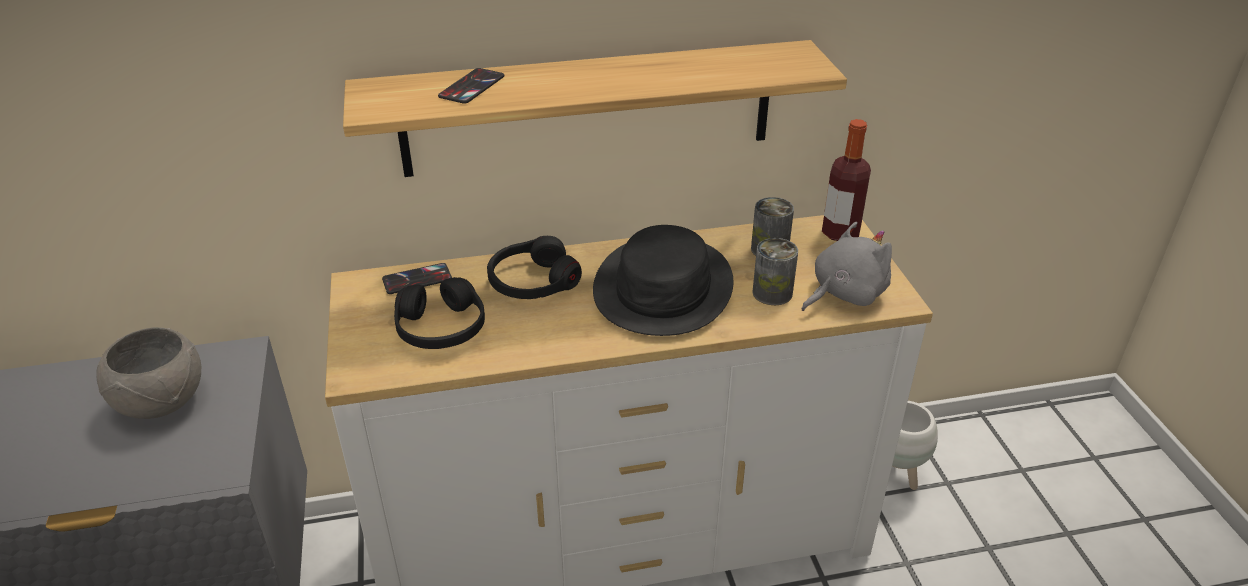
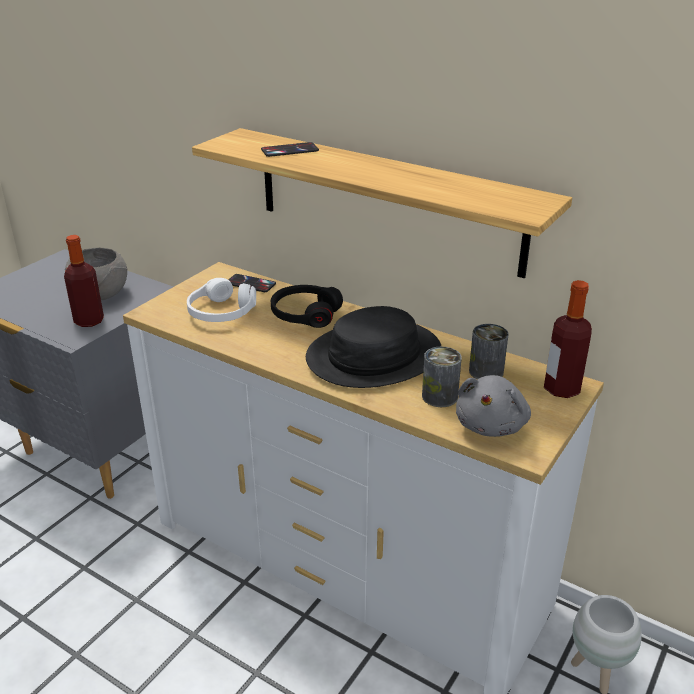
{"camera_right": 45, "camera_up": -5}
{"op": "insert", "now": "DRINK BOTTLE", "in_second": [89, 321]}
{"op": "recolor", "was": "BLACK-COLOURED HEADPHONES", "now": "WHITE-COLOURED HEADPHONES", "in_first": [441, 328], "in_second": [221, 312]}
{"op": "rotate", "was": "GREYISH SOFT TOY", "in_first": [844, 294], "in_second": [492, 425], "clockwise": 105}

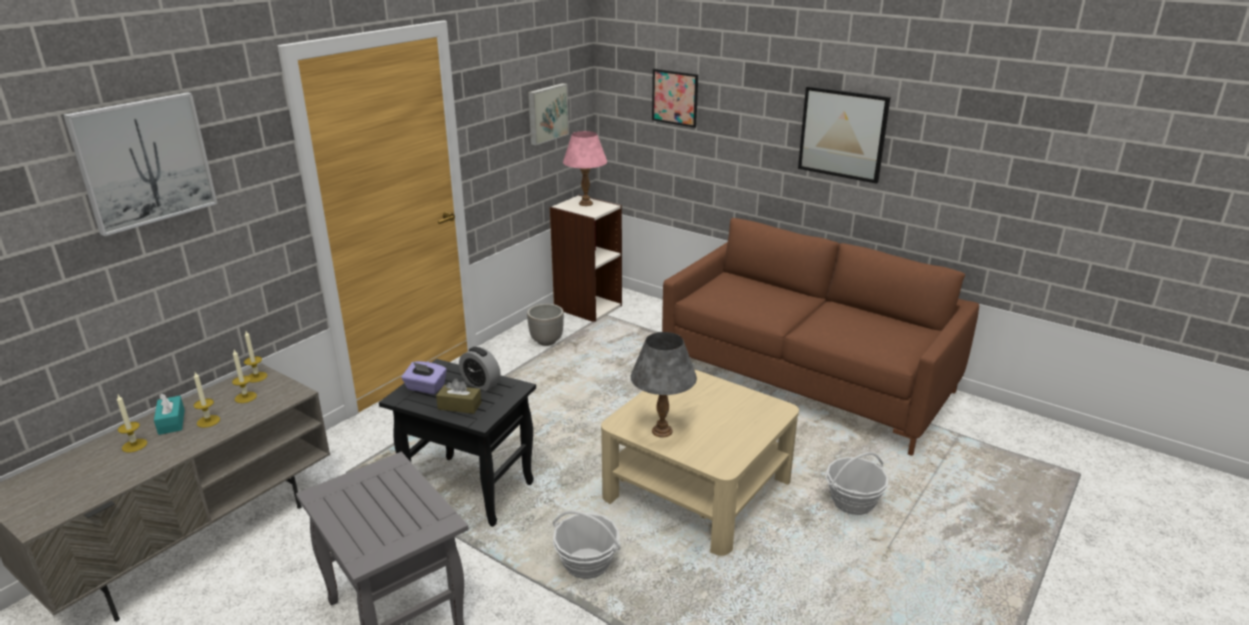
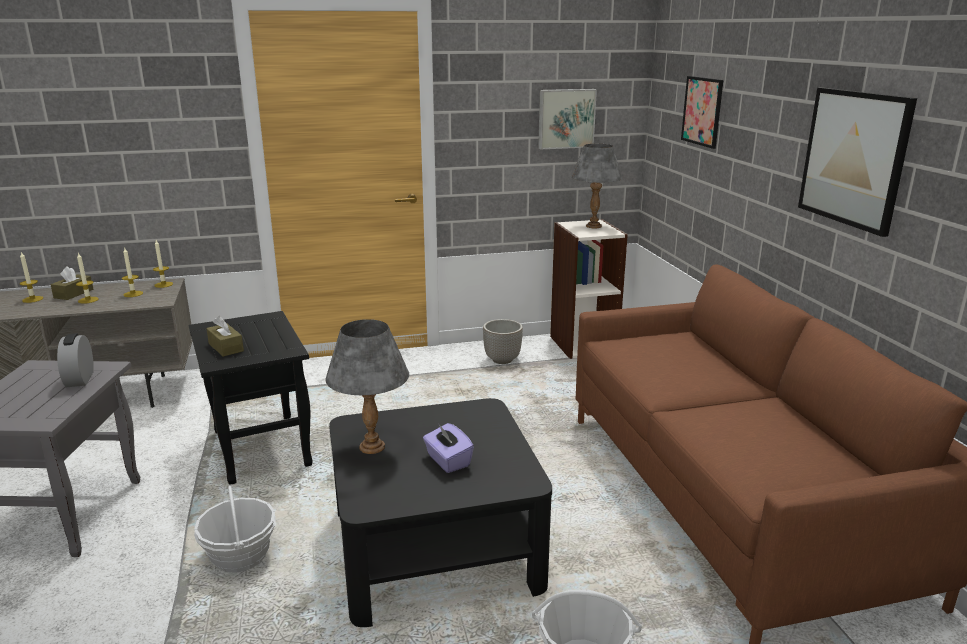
{"camera_right": 40, "camera_up": -5}
{"op": "delete", "was": "WALL ART", "in_first": [144, 162]}
{"op": "move", "was": "PURPLISH TISSUE HOLDER", "in_first": [425, 388], "in_second": [447, 461]}
{"op": "move", "was": "ALARM CLOCK", "in_first": [480, 383], "in_second": [80, 379]}
{"op": "recolor", "was": "TURQUOISE TISSUE HOLDER", "now": "BROWN-COLOURED TISSUE HOLDER", "in_first": [171, 422], "in_second": [73, 293]}
{"op": "recolor", "was": "PINK-COLOURED LAMP FOR A TABLE", "now": "GREYISH LAMP FOR A TABLE", "in_first": [586, 203], "in_second": [594, 226]}
{"op": "recolor", "was": "BEIGE-COLOURED LOUNGE TABLE", "now": "BLACK-COLOURED LOUNGE TABLE", "in_first": [699, 488], "in_second": [436, 547]}

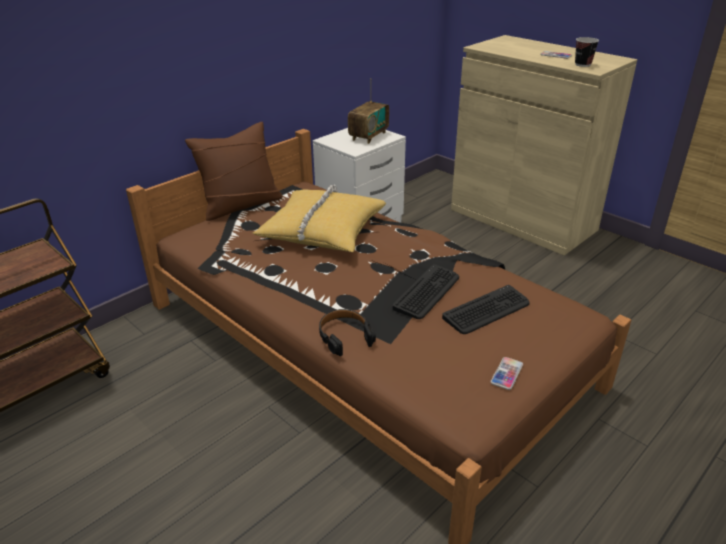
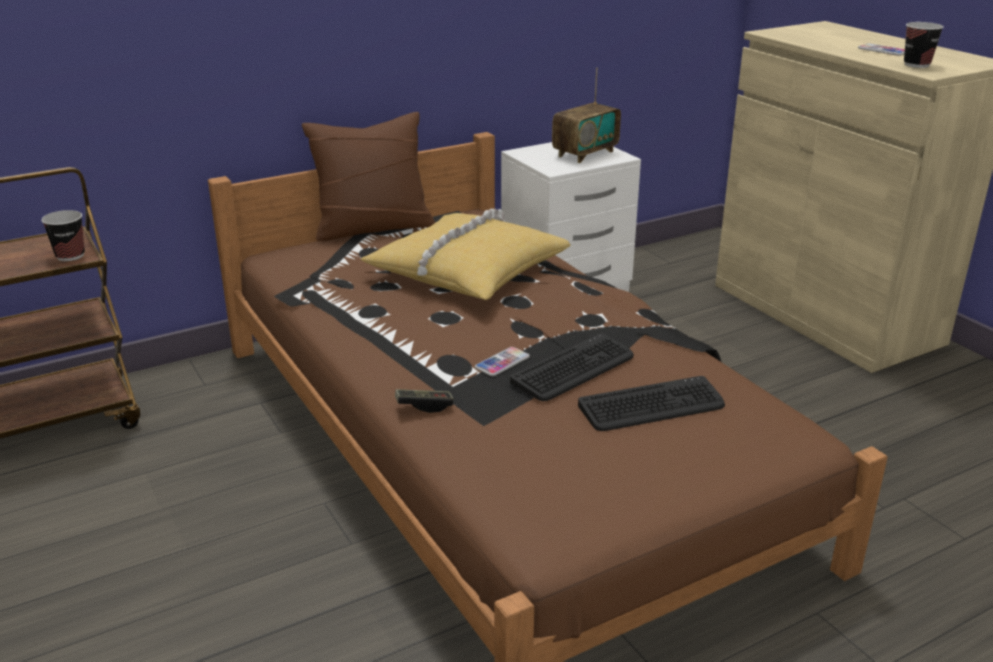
{"camera_right": 15, "camera_up": -5}
{"op": "insert", "now": "SMALL CUP", "in_second": [70, 256]}
{"op": "move", "was": "TELEPHONE", "in_first": [506, 374], "in_second": [502, 362]}
{"op": "replace", "was": "BLACK-COLOURED HEADPHONES", "now": "GAME CONTROLLER", "in_first": [345, 336], "in_second": [424, 406]}

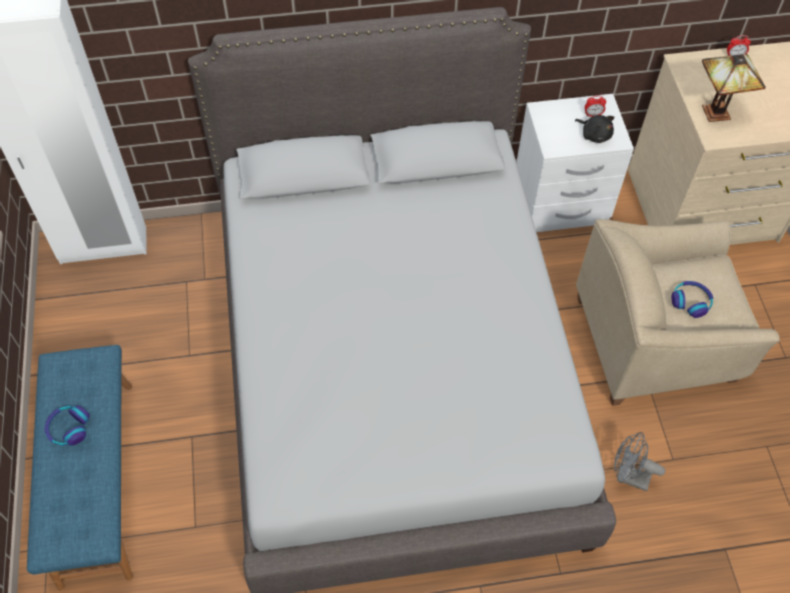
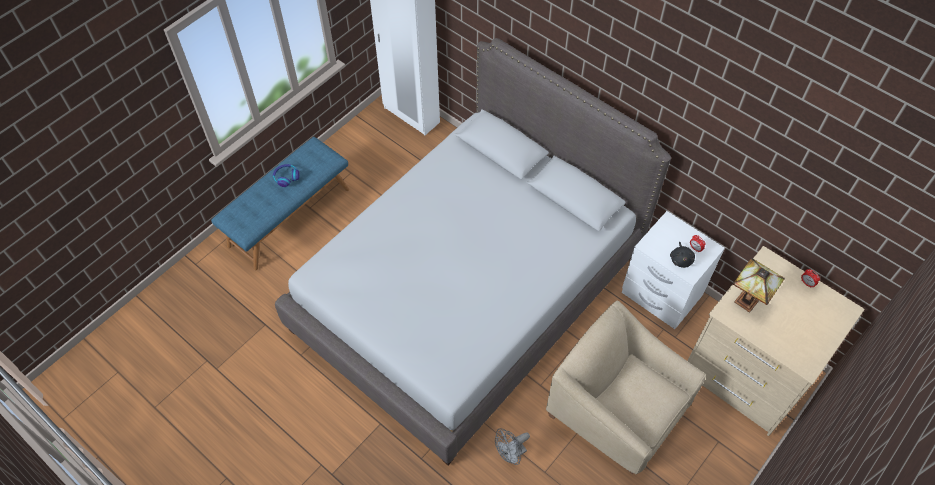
{"camera_right": 50, "camera_up": 0}
{"op": "delete", "was": "HEADPHONES", "in_first": [691, 301]}
{"op": "rotate", "was": "GREYISH ELECTRIC FAN", "in_first": [628, 476], "in_second": [511, 454], "clockwise": -105}

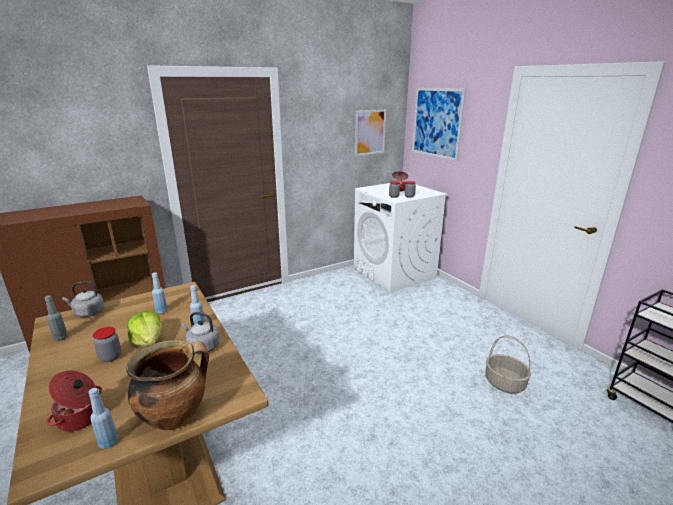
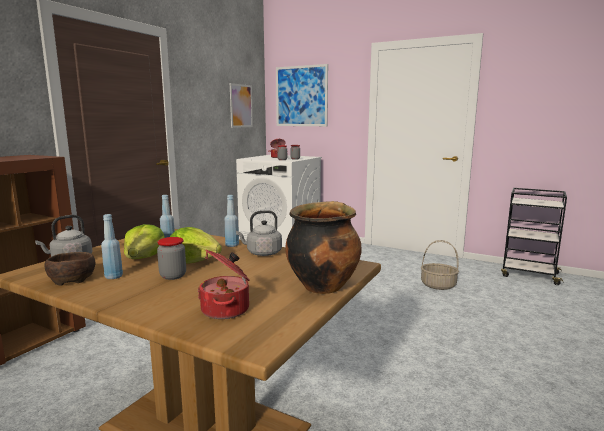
{"camera_right": -30, "camera_up": -10}
{"op": "insert", "now": "LETTUCE", "in_second": [144, 258]}
{"op": "move", "was": "BLUE-COLOURED DRINK BOTTLE", "in_first": [108, 442], "in_second": [113, 277]}
{"op": "replace", "was": "GREYISH DRINK BOTTLE", "now": "BROWN-COLOURED BOWL", "in_first": [60, 338], "in_second": [72, 279]}

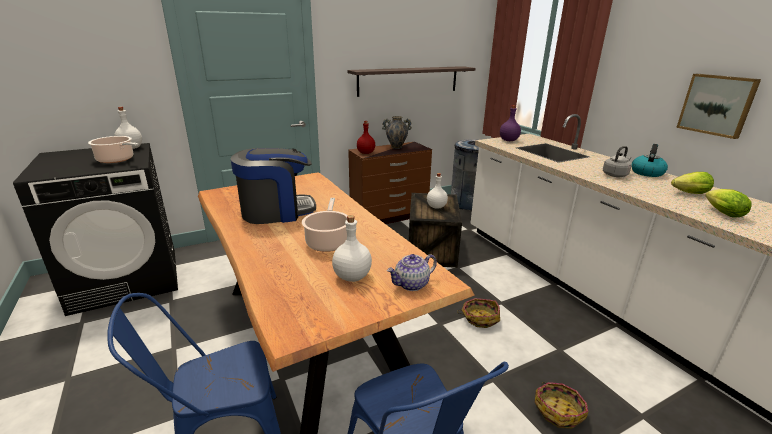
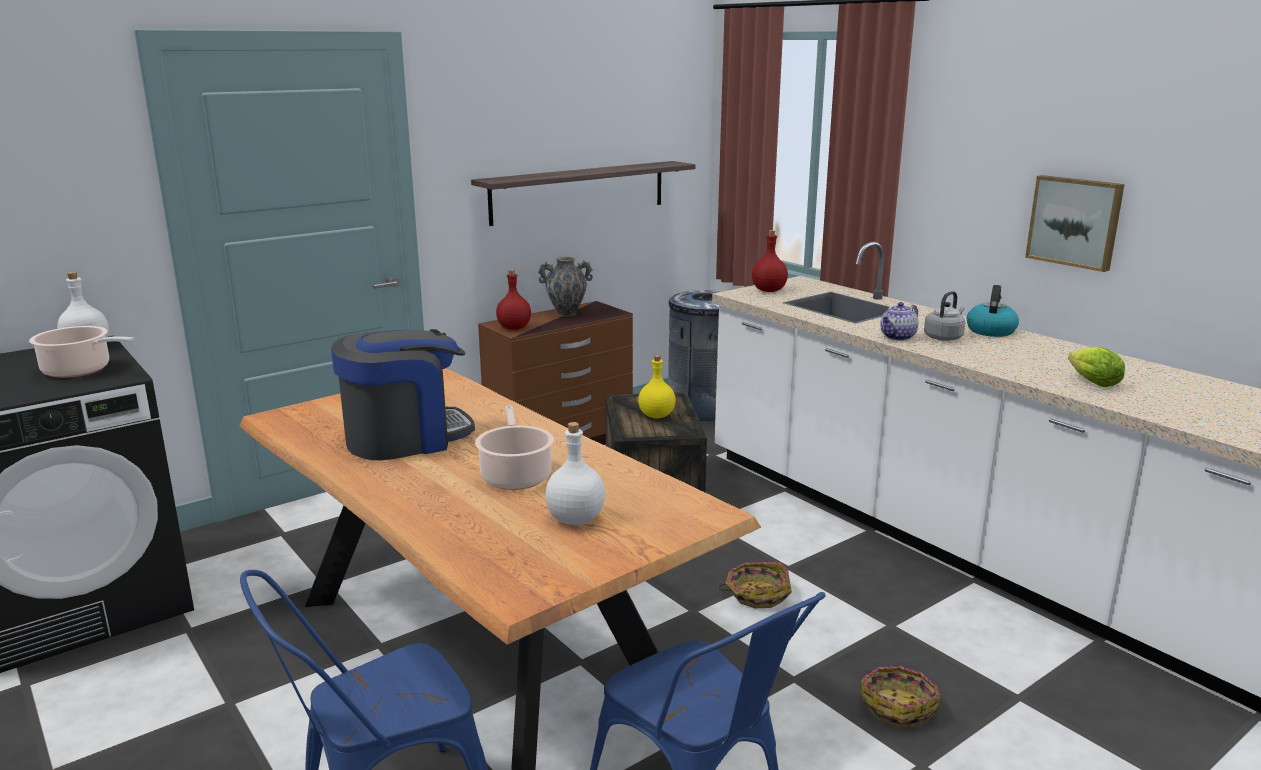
{"camera_right": -10, "camera_up": -5}
{"op": "delete", "was": "LETTUCE", "in_first": [687, 193]}
{"op": "move", "was": "TEA POT", "in_first": [411, 284], "in_second": [898, 337]}
{"op": "recolor", "was": "WHITE-COLOURED DRINK BOTTLE", "now": "YELLOW-COLOURED DRINK BOTTLE", "in_first": [436, 207], "in_second": [656, 416]}
{"op": "recolor", "was": "PURPLISH DRINK BOTTLE", "now": "REDDISH DRINK BOTTLE", "in_first": [508, 140], "in_second": [768, 290]}

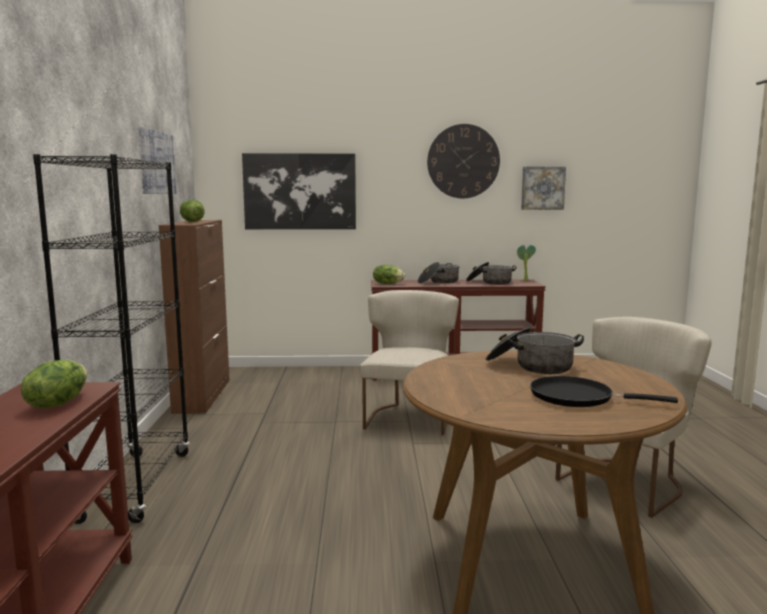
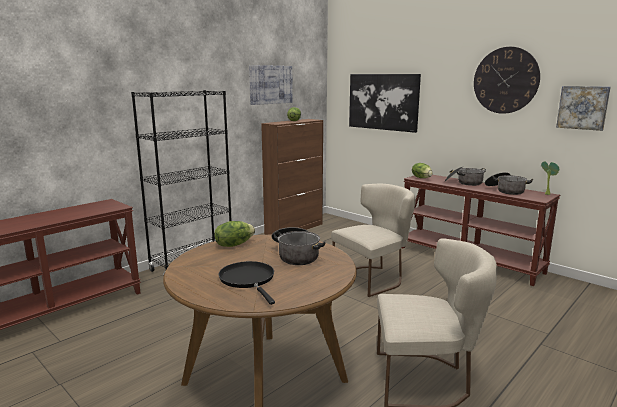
{"camera_right": 45, "camera_up": 5}
{"op": "move", "was": "LETTUCE", "in_first": [57, 403], "in_second": [234, 244]}

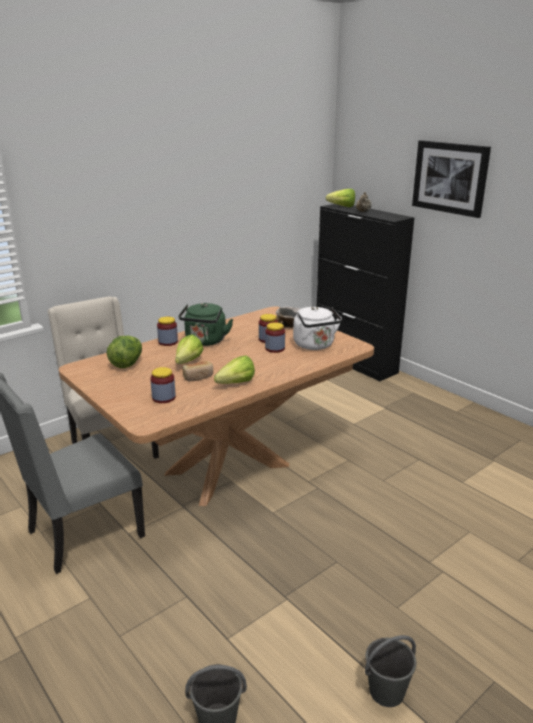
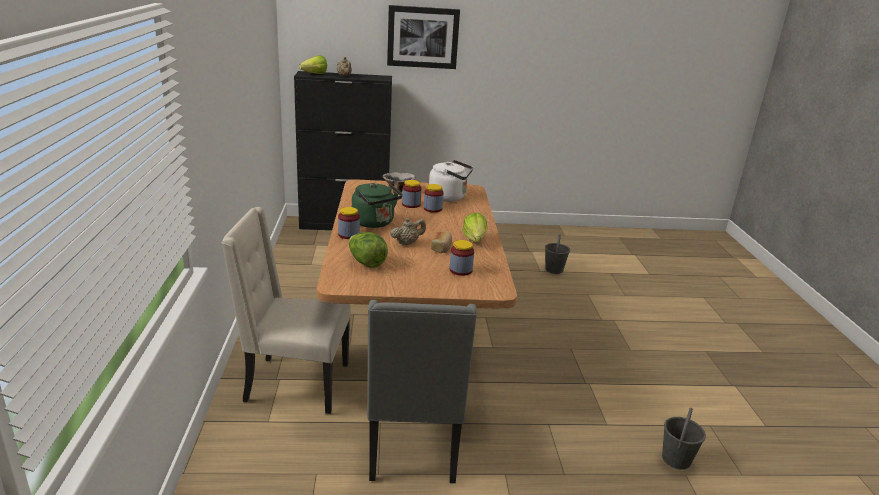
{"camera_right": -55, "camera_up": 0}
{"op": "move", "was": "GREYISH BUCKET", "in_first": [386, 691], "in_second": [554, 270]}
{"op": "replace", "was": "LETTUCE", "now": "BEIGE-COLOURED TEA POT", "in_first": [186, 363], "in_second": [407, 243]}

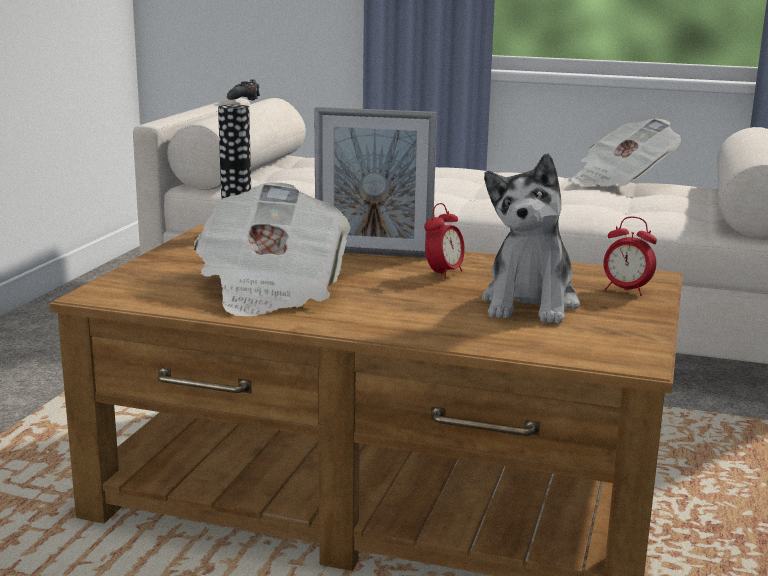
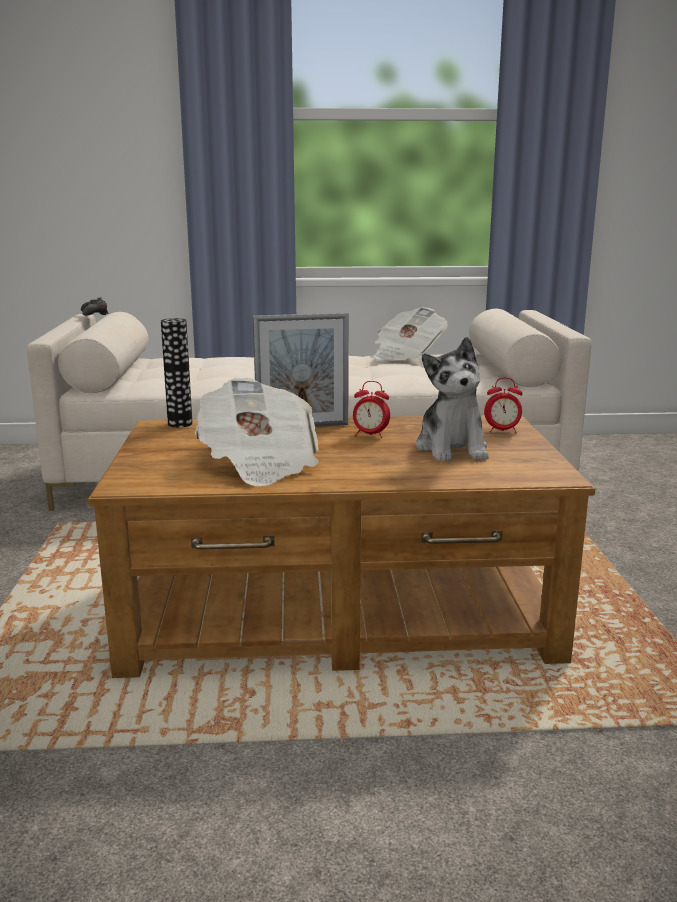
{"camera_right": -20, "camera_up": 0}
{"op": "rotate", "was": "ALARM CLOCK", "in_first": [443, 274], "in_second": [370, 435], "clockwise": 90}

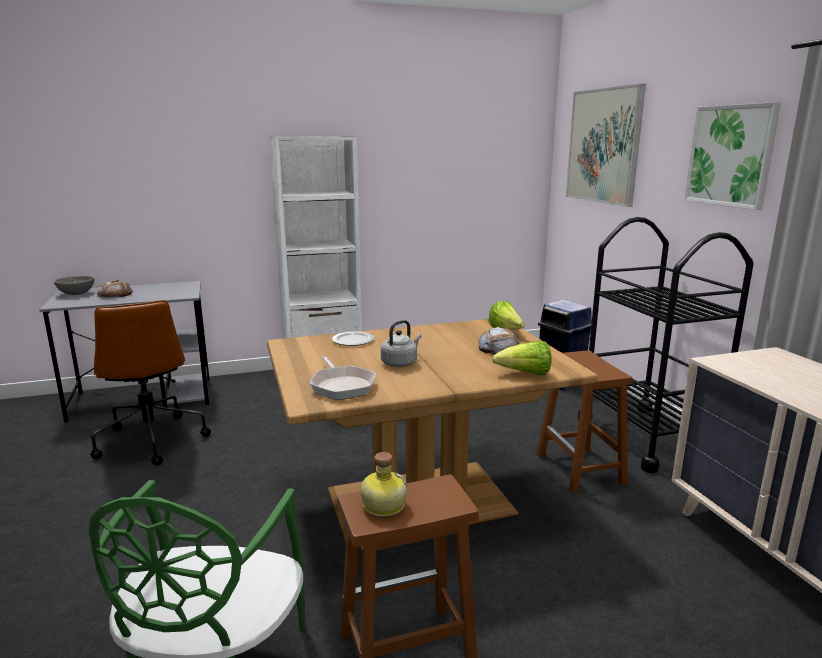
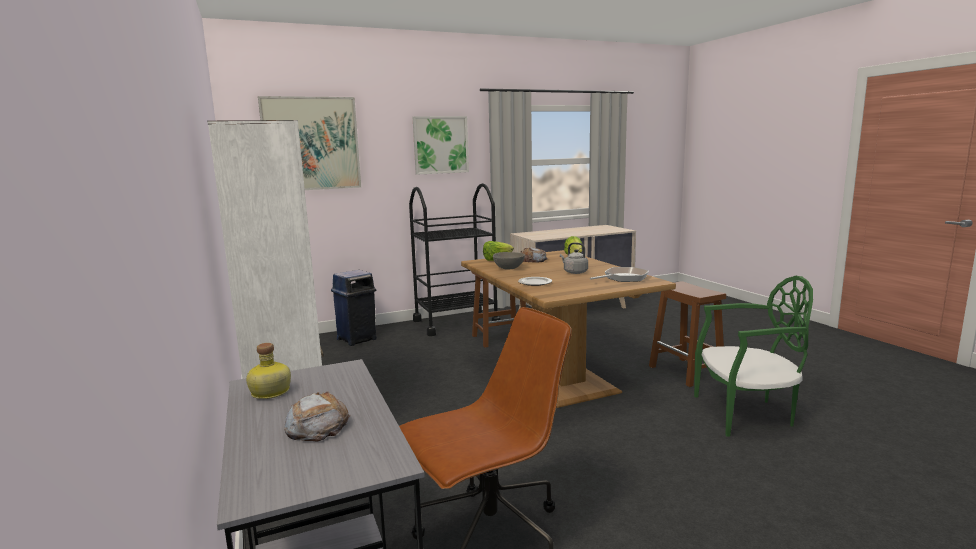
{"camera_right": -95, "camera_up": -5}
{"op": "move", "was": "GREYISH BOWL", "in_first": [76, 294], "in_second": [508, 269]}
{"op": "move", "was": "DRINK BOTTLE", "in_first": [382, 505], "in_second": [269, 392]}

